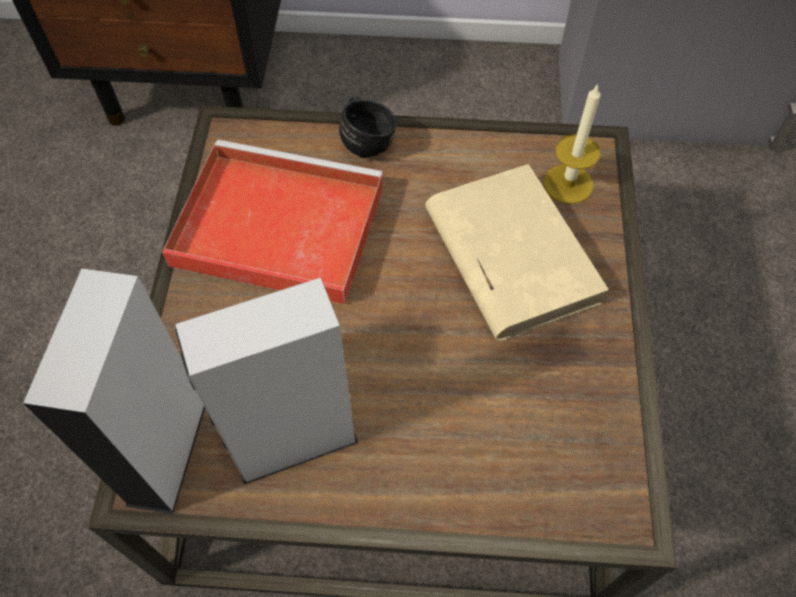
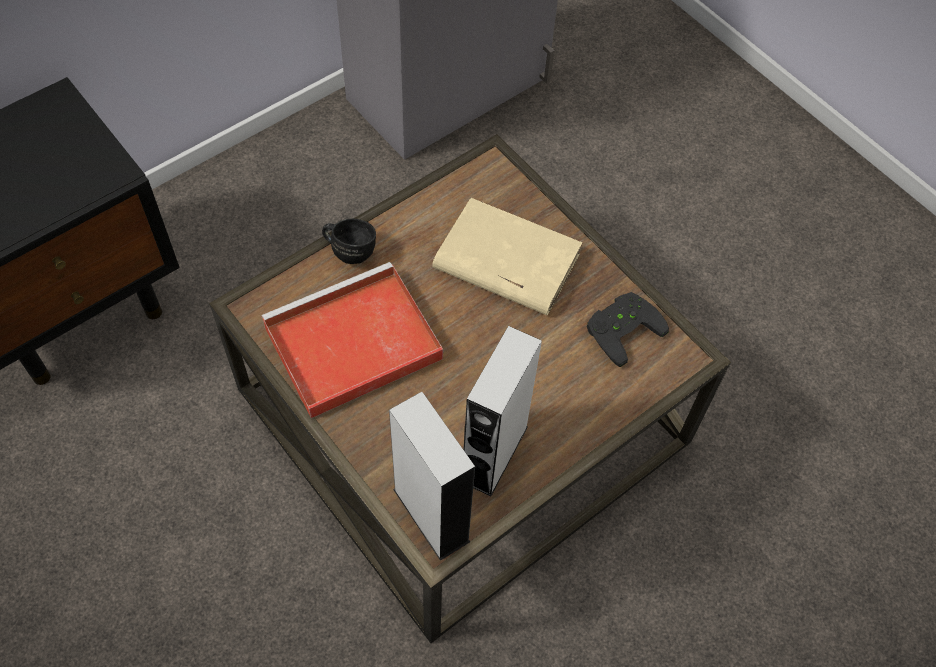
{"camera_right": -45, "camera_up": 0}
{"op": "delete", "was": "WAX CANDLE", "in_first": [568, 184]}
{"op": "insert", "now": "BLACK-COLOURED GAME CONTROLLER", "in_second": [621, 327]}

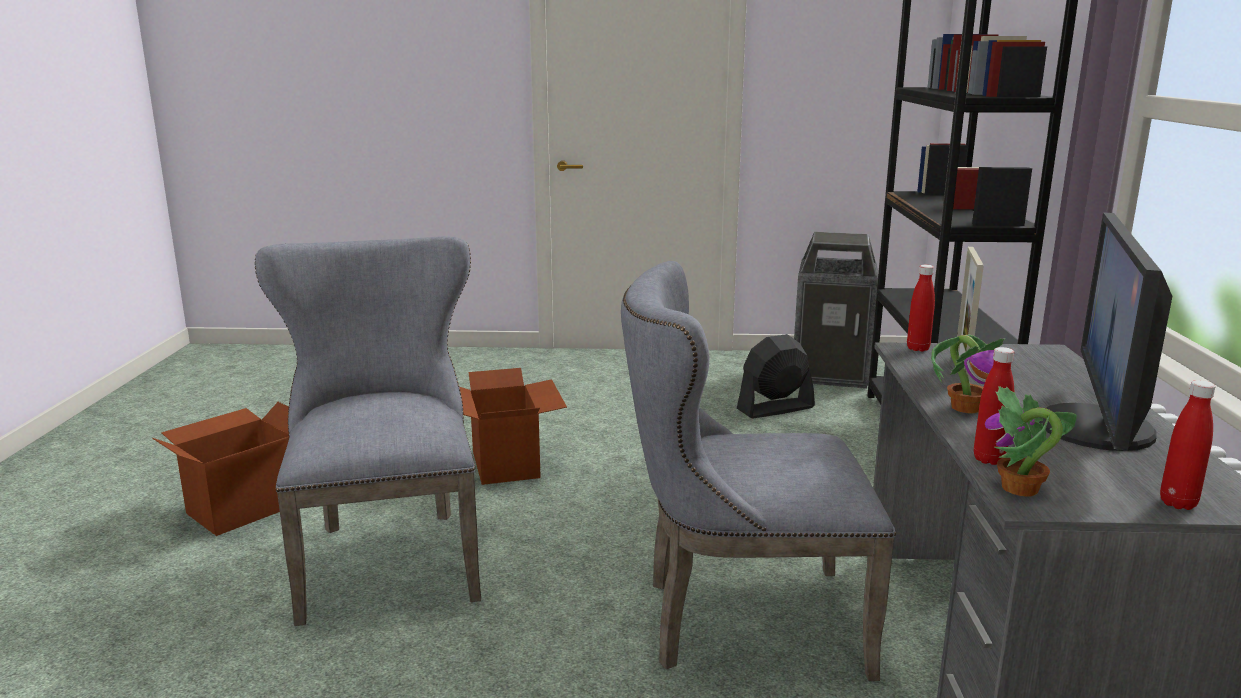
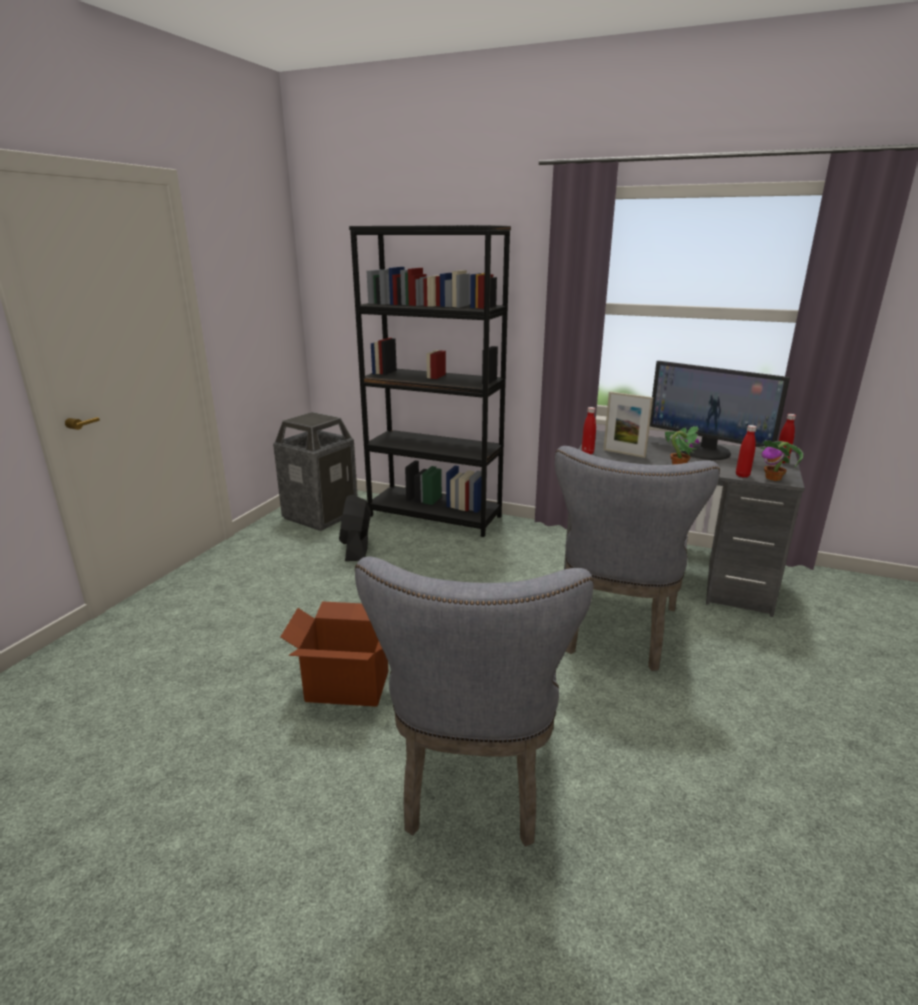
{"camera_right": -70, "camera_up": 5}
{"op": "delete", "was": "CARDBOARD BOX", "in_first": [243, 508]}
{"op": "rotate", "was": "GREYISH PLAIN CHAIR", "in_first": [388, 555], "in_second": [475, 782], "clockwise": -90}

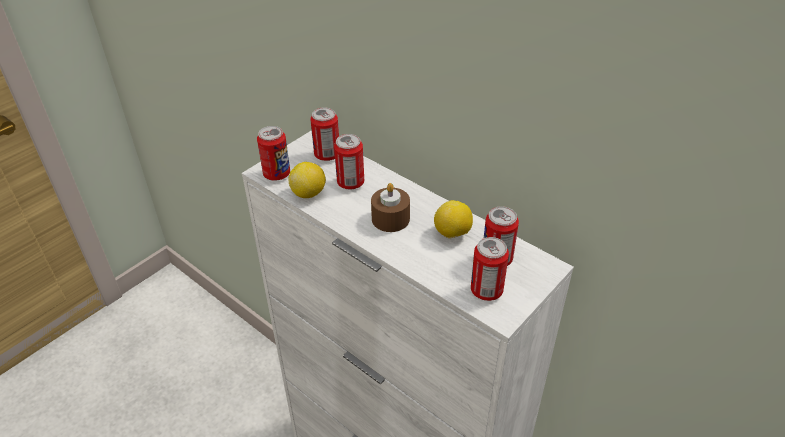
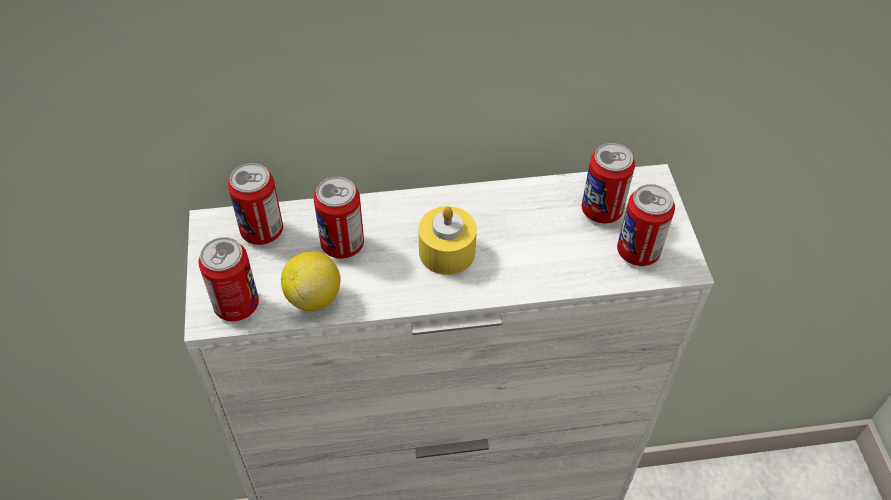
{"camera_right": -50, "camera_up": 10}
{"op": "delete", "was": "WHOLE LEMON", "in_first": [452, 233]}
{"op": "recolor", "was": "BROWN-COLOURED WAX CANDLE", "now": "YELLOW-COLOURED WAX CANDLE", "in_first": [390, 219], "in_second": [447, 252]}

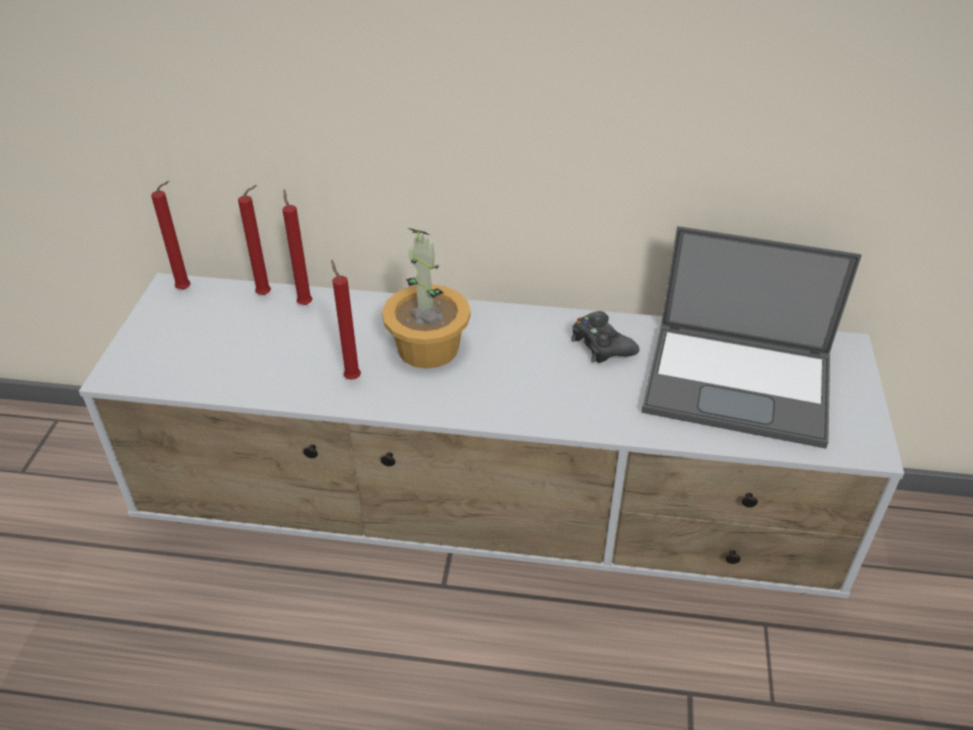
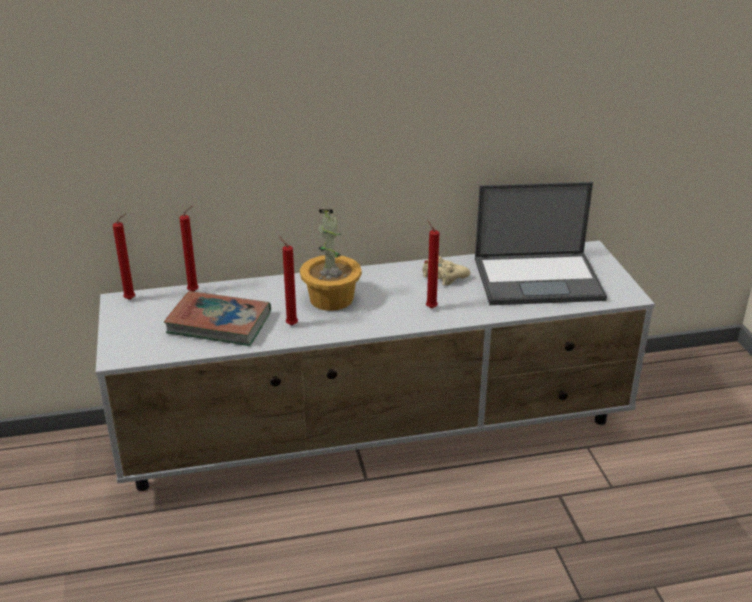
{"camera_right": -20, "camera_up": -10}
{"op": "insert", "now": "BOUND BOOK", "in_second": [219, 323]}
{"op": "move", "was": "REDDISH WAX CANDLE", "in_first": [304, 303], "in_second": [430, 307]}
{"op": "recolor", "was": "BLACK-COLOURED GAME CONTROLLER", "now": "BEIGE-COLOURED GAME CONTROLLER", "in_first": [601, 345], "in_second": [443, 276]}

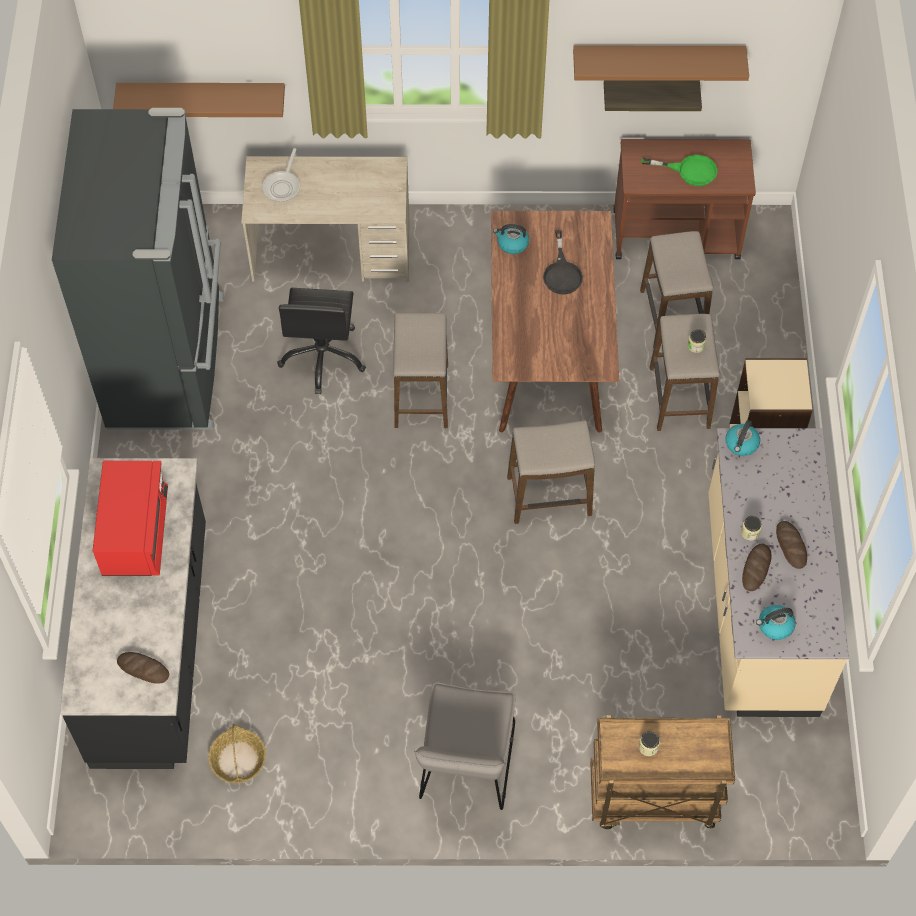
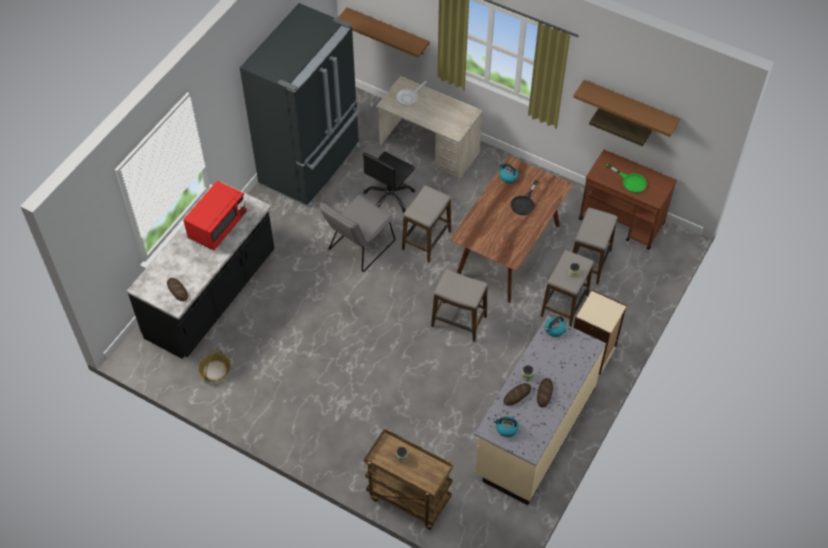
{"camera_right": 30, "camera_up": -5}
{"op": "move", "was": "GREYISH PLAIN CHAIR", "in_first": [465, 768], "in_second": [358, 248]}

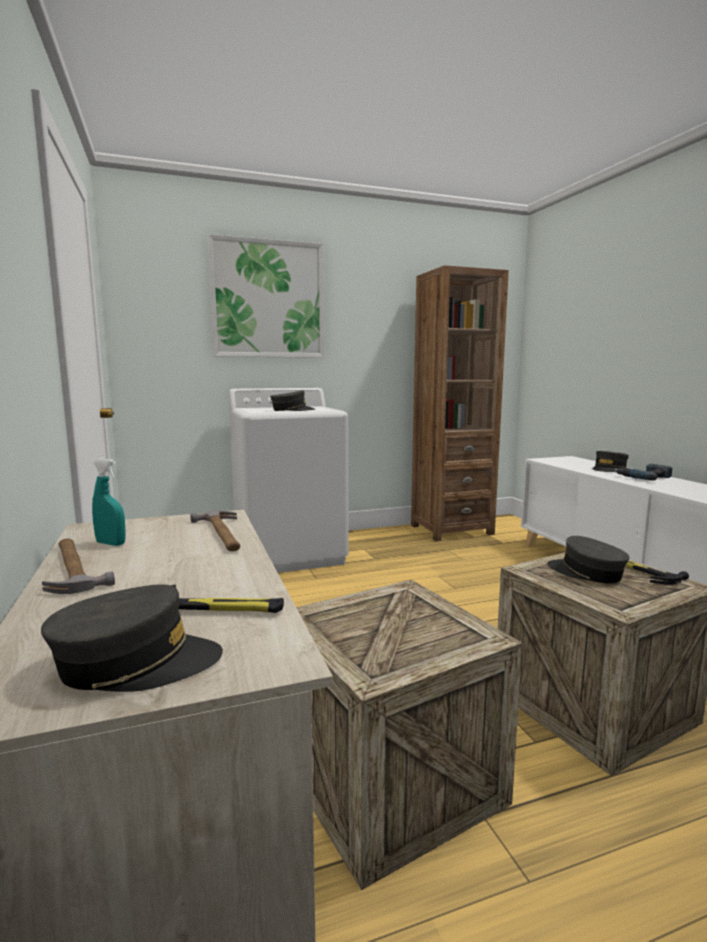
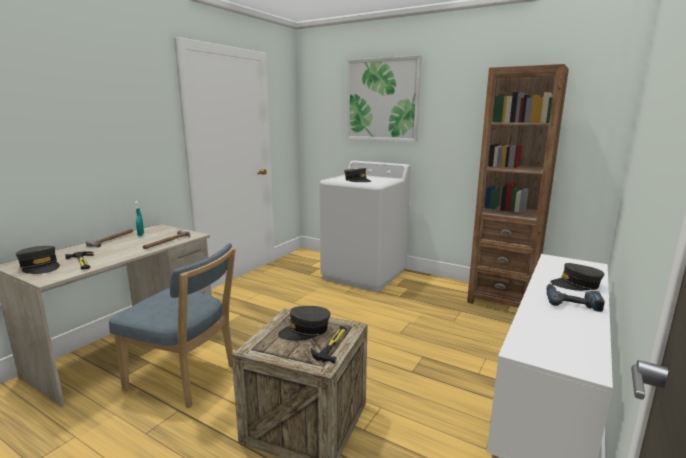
{"camera_right": 50, "camera_up": 5}
{"op": "replace", "was": "SHIPPING CRATE", "now": "BLUE-COLOURED PLAIN CHAIR", "in_first": [389, 779], "in_second": [186, 378]}
{"op": "rotate", "was": "GREYISH CAP", "in_first": [586, 572], "in_second": [305, 331], "clockwise": -120}

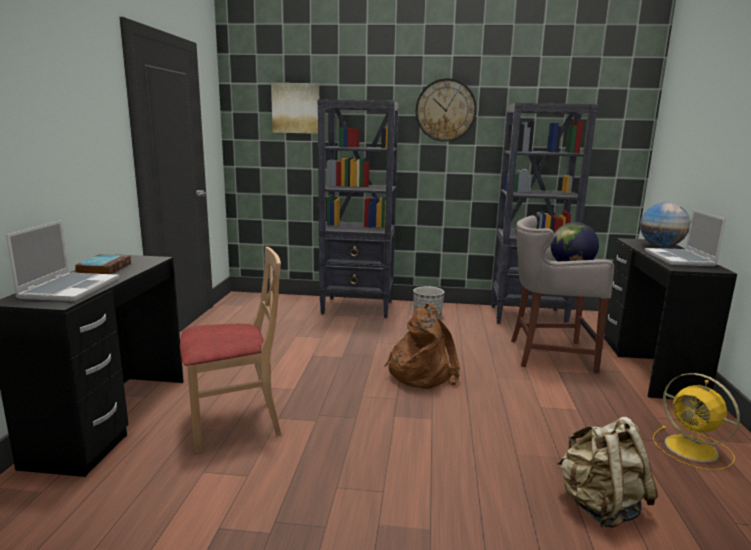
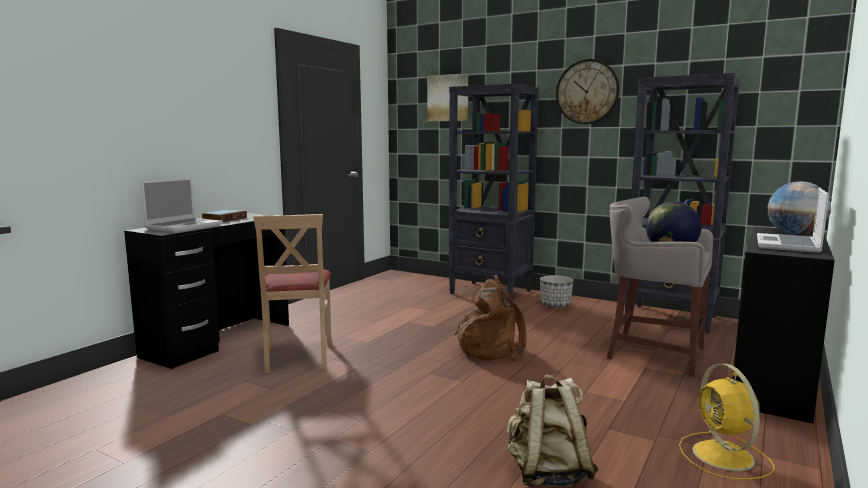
{"camera_right": 25, "camera_up": -5}
{"op": "rotate", "was": "BEIGE-COLOURED PLAIN CHAIR", "in_first": [235, 424], "in_second": [297, 357], "clockwise": 75}

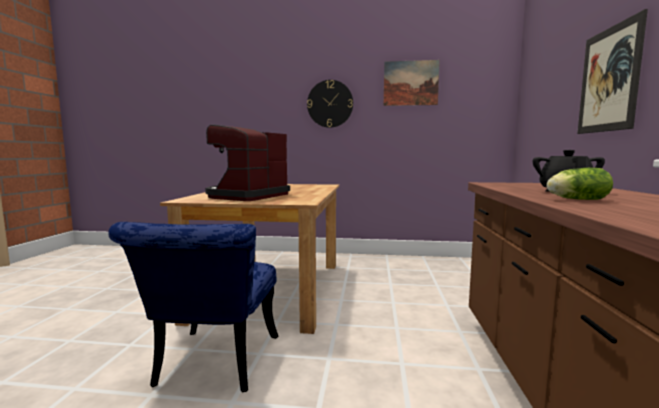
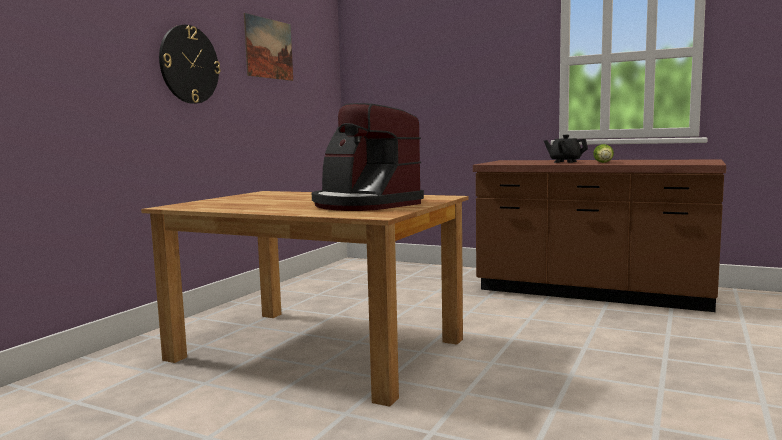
{"camera_right": -70, "camera_up": 0}
{"op": "delete", "was": "BLUE-COLOURED PLAIN CHAIR", "in_first": [212, 366]}
{"op": "delete", "was": "WALL ART", "in_first": [608, 80]}

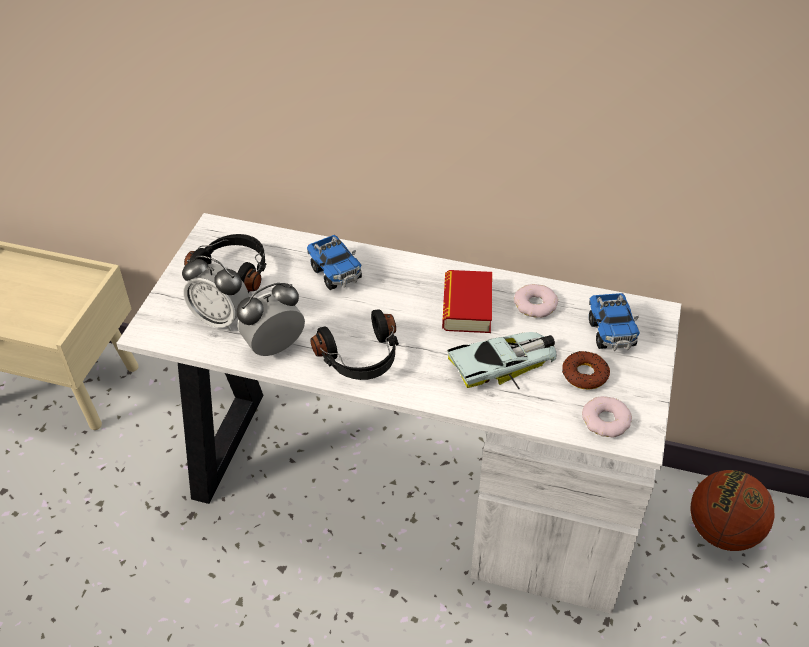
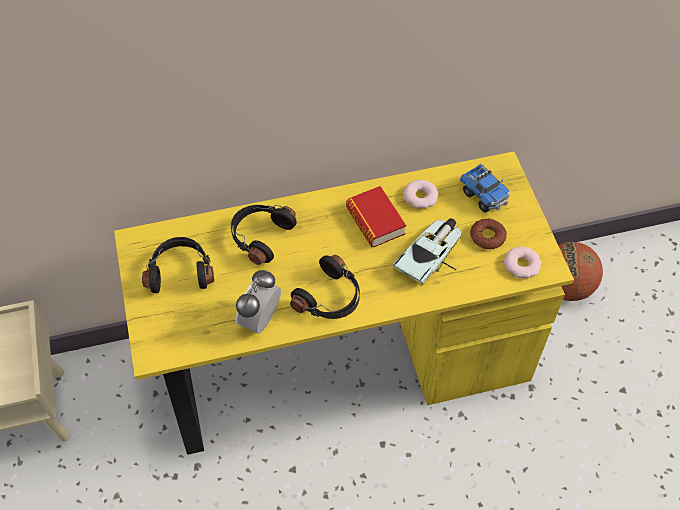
{"camera_right": -30, "camera_up": 10}
{"op": "delete", "was": "ALARM CLOCK", "in_first": [220, 319]}
{"op": "replace", "was": "TOY LORRY", "now": "BLACK-COLOURED HEADPHONES", "in_first": [335, 273], "in_second": [260, 236]}
{"op": "recolor", "was": "WHITE-COLOURED DESK TABLE", "now": "YELLOW-COLOURED DESK TABLE", "in_first": [404, 485], "in_second": [339, 361]}

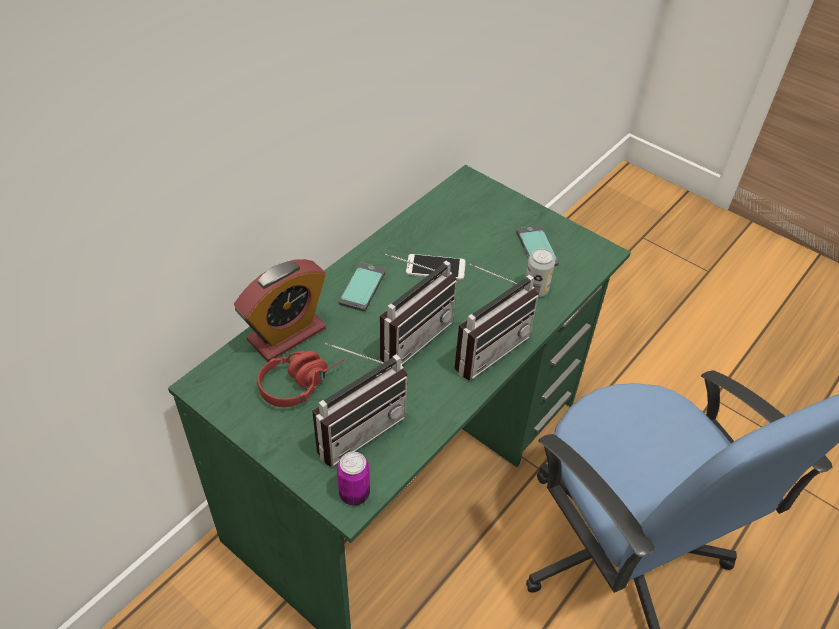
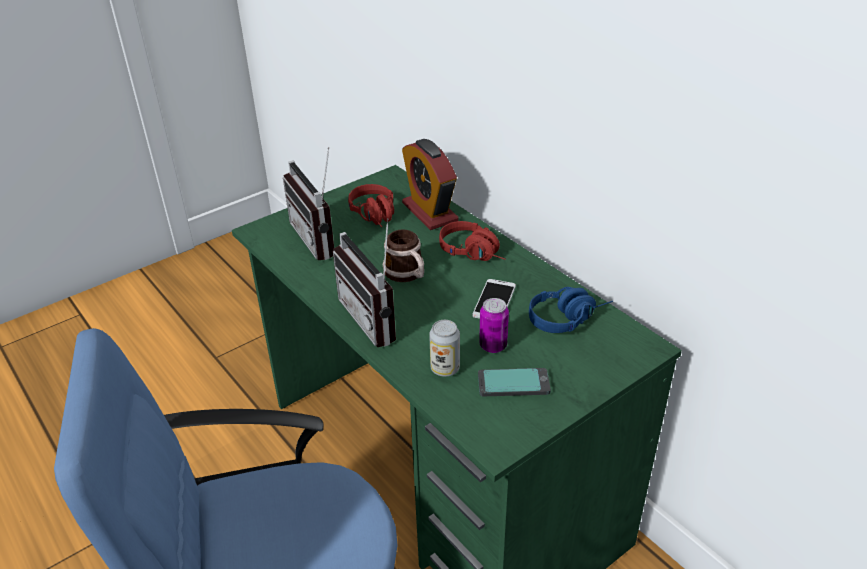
{"camera_right": 105, "camera_up": -10}
{"op": "insert", "now": "BLUE-COLOURED HEADPHONES", "in_second": [568, 318]}
{"op": "move", "was": "SEALED CAN", "in_first": [354, 494], "in_second": [493, 346]}
{"op": "replace", "was": "TELEPHONE", "now": "REDDISH HEADPHONES", "in_first": [362, 287], "in_second": [475, 253]}
{"op": "replace", "was": "RADIO SET", "now": "TEA MUG", "in_first": [409, 335], "in_second": [407, 274]}

